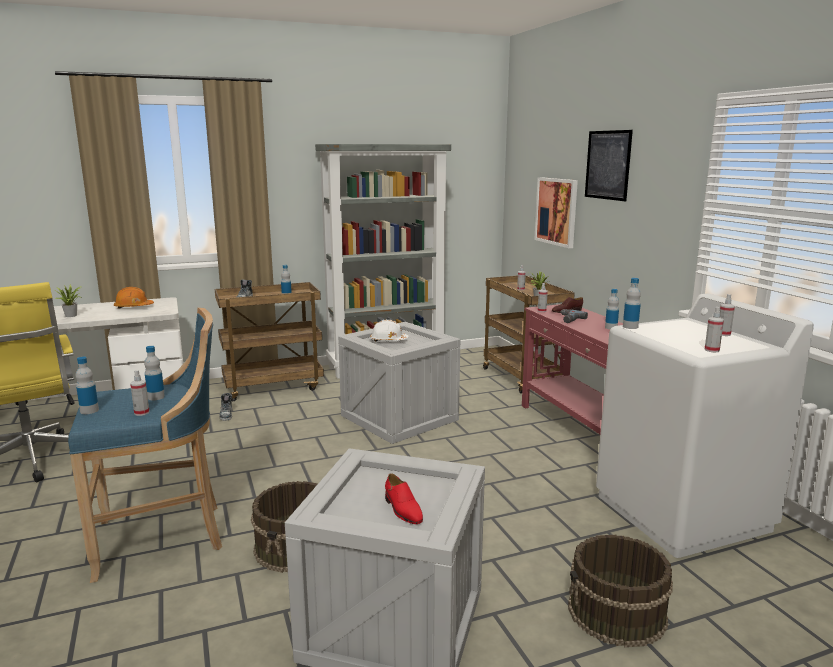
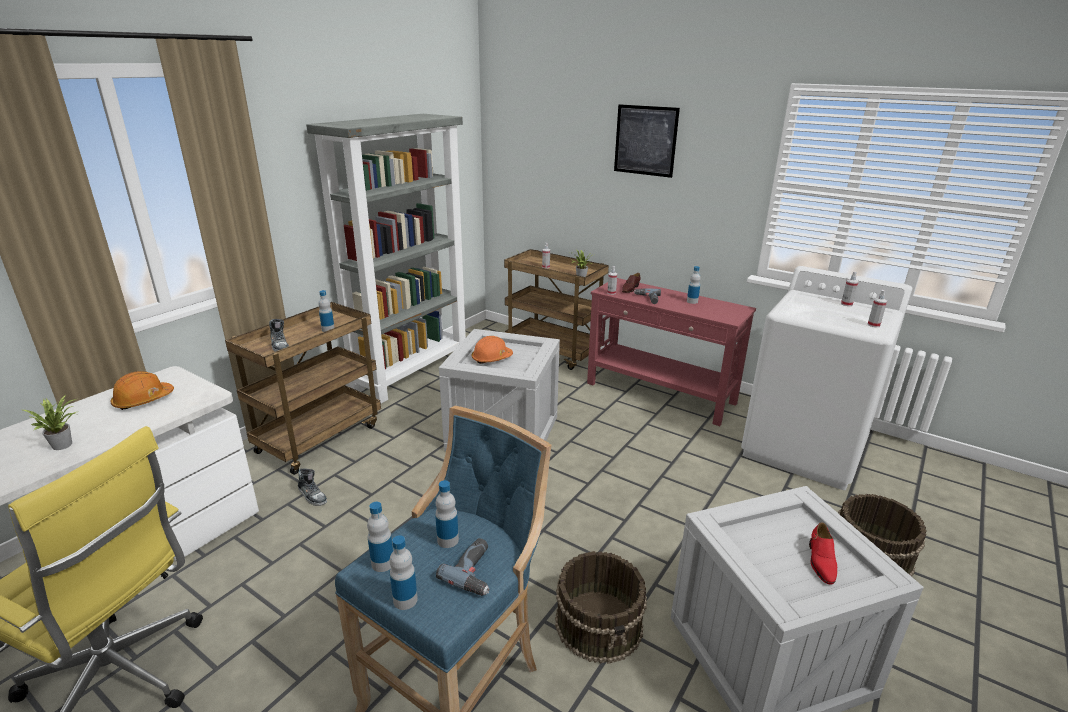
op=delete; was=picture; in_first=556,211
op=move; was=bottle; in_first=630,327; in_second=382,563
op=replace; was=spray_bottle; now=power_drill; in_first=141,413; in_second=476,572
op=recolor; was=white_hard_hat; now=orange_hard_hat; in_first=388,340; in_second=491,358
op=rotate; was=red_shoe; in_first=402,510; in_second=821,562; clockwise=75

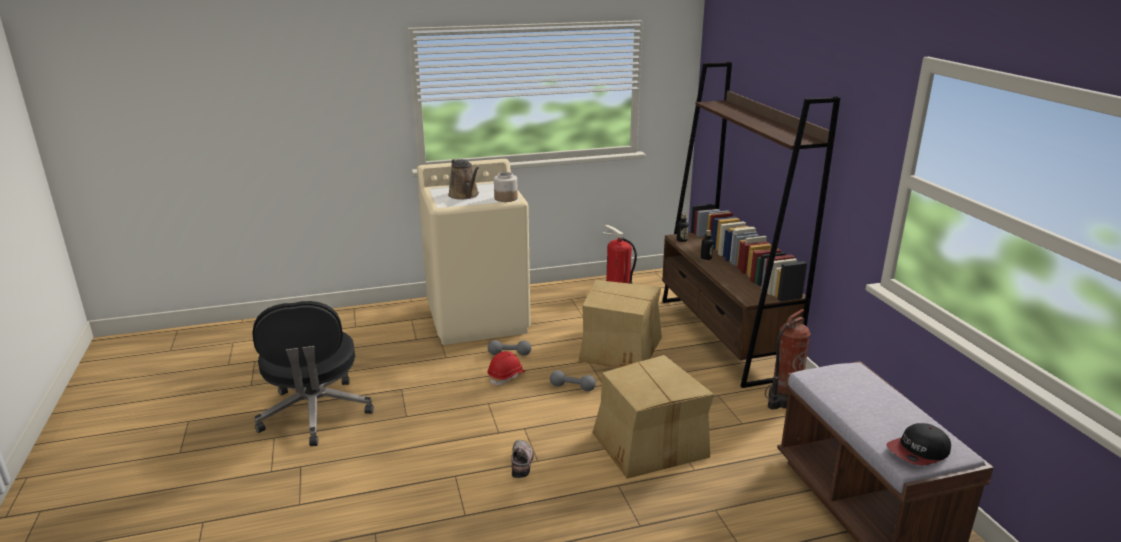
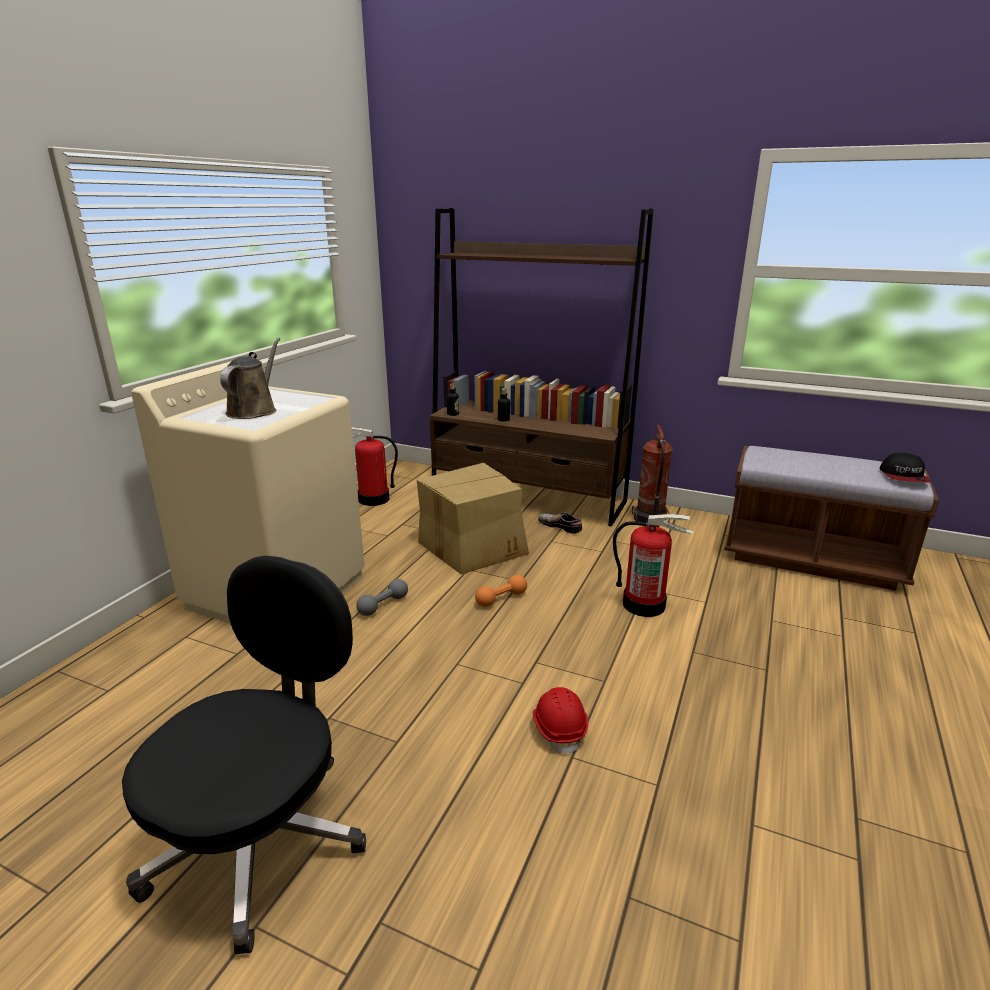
op=delete; was=jar; in_first=505,198
op=move; was=red_hard_hat; in_first=506,376; in_second=559,728
op=move; was=shoe; in_first=522,462; in_second=561,526
op=replace; was=cardboard_box; now=fire_extinguisher; in_first=649,444; in_second=644,604
op=recolor; was=grey_dumbbell; now=orange_dumbbell; in_first=572,387; in_second=501,599
op=rotate; was=black_office_chair; in_first=315,414; in_second=262,837; clockwise=-90
op=rotate; was=brown_watering_can; in_first=465,195; in_second=254,410; clockwise=-90

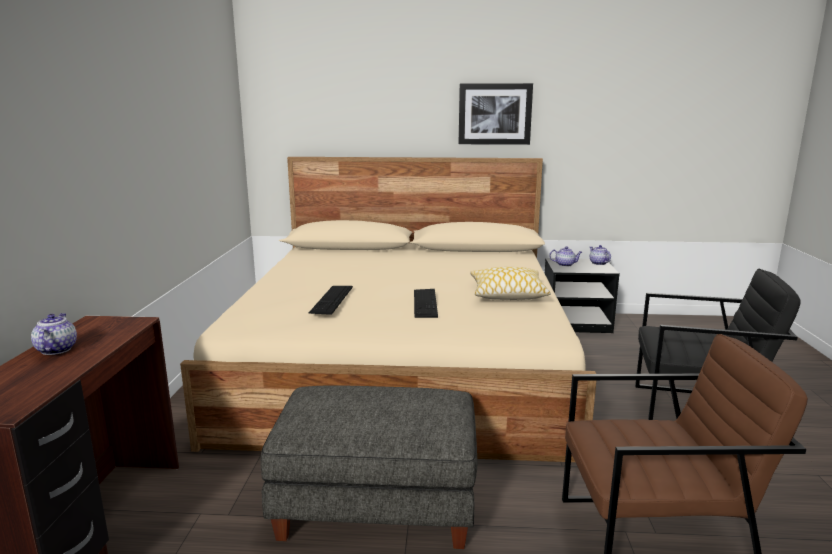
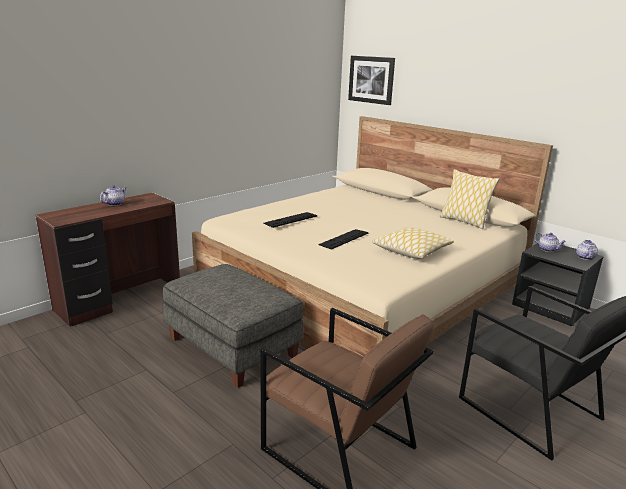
op=insert; now=pillow; in_second=464,221
op=move; was=picture; in_first=495,114; in_second=371,79

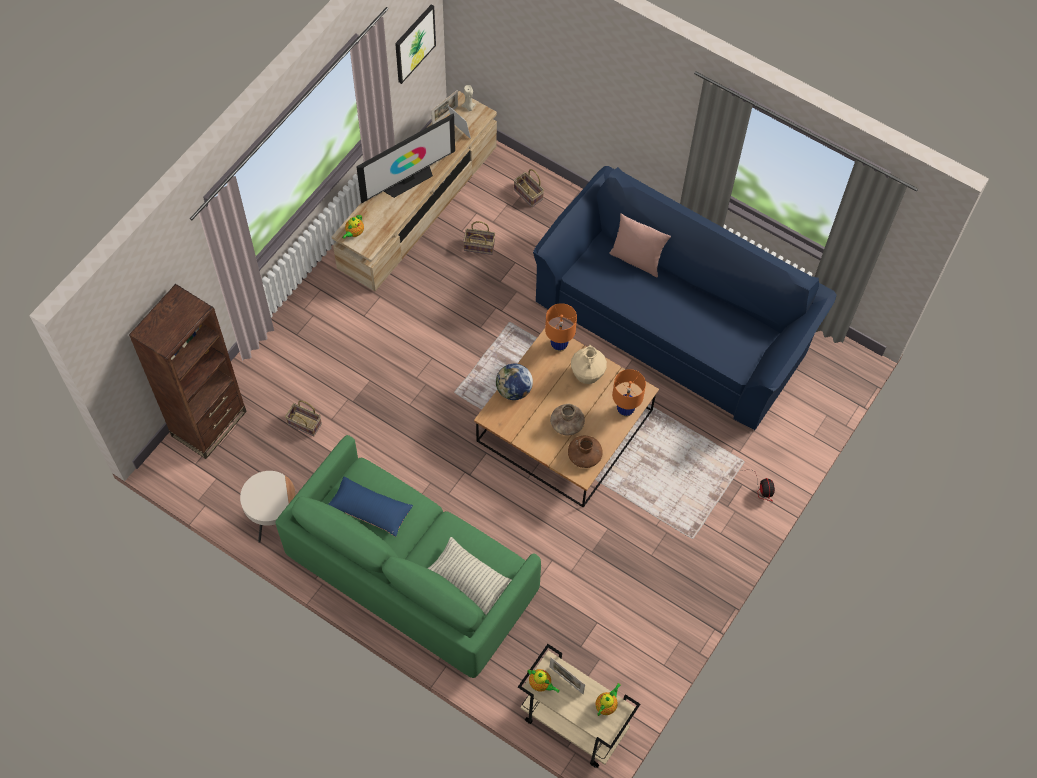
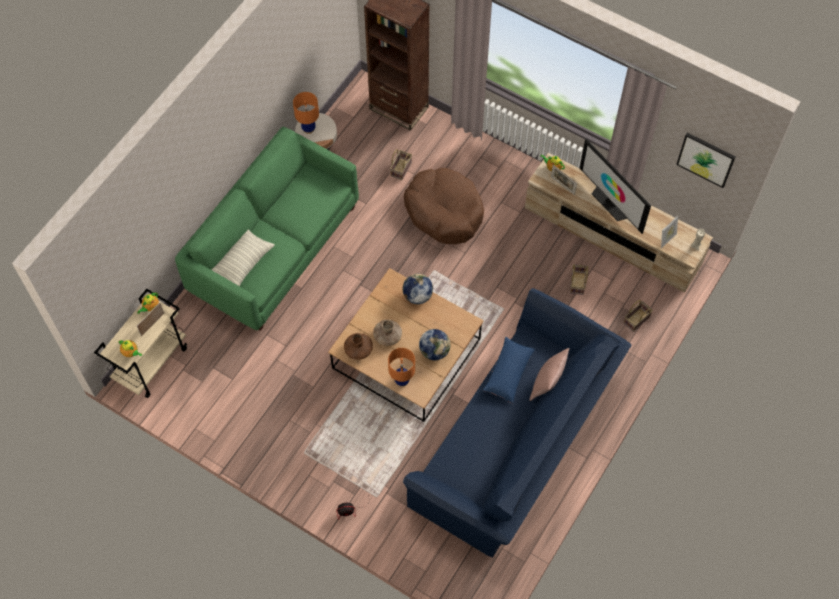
op=insert; now=brown_dog_bed; in_second=444,211
op=move; was=blue_pillow; in_first=370,509; in_second=508,372
op=move; was=picture_frame; in_first=445,116; in_second=562,186
op=move; was=orange_table_lamp; in_first=559,345; in_second=308,129
op=replace; was=beige_vase; now=globe; in_first=587,375; in_second=434,351

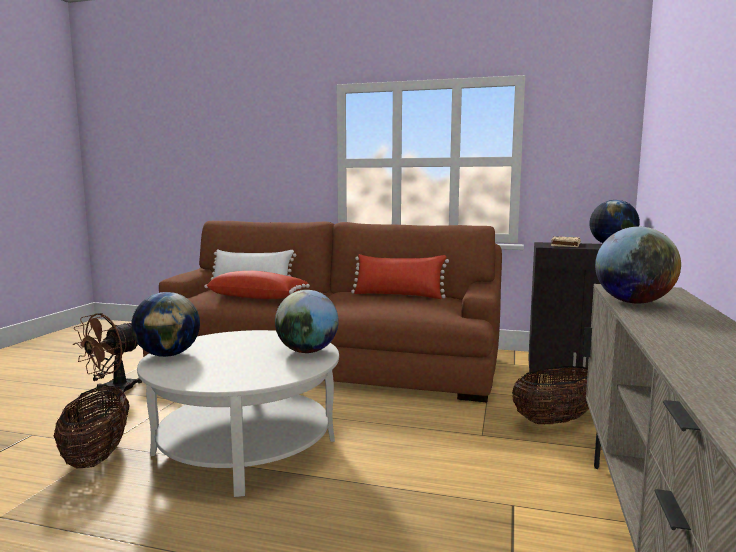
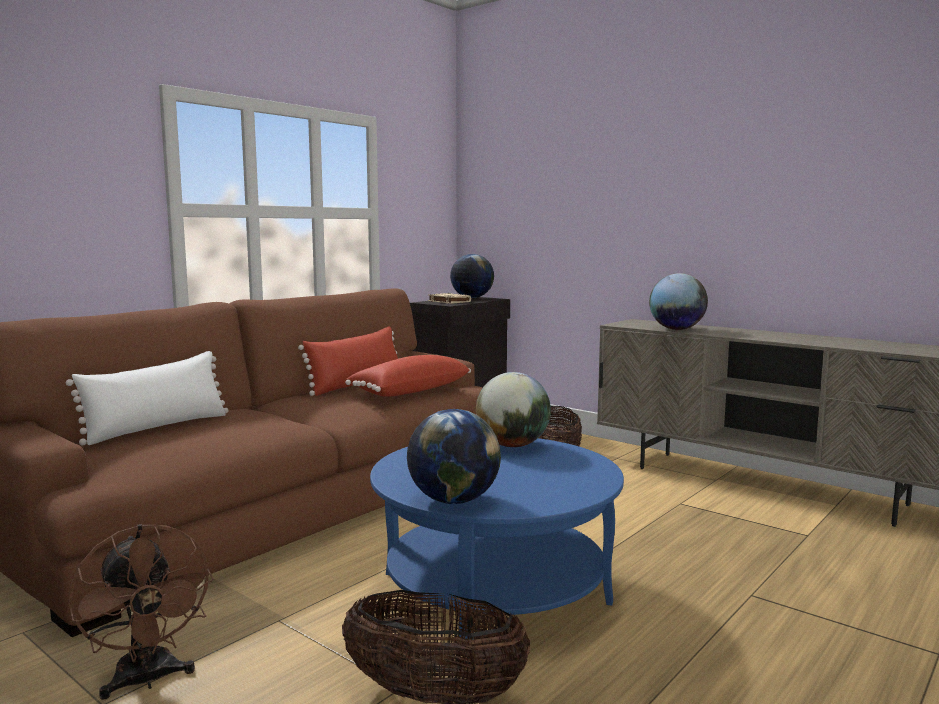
op=move; was=red_pillow; in_first=258,297; in_second=409,391
op=recolor; was=white_coffee_table; now=blue_coffee_table; in_first=245,446; in_second=495,587

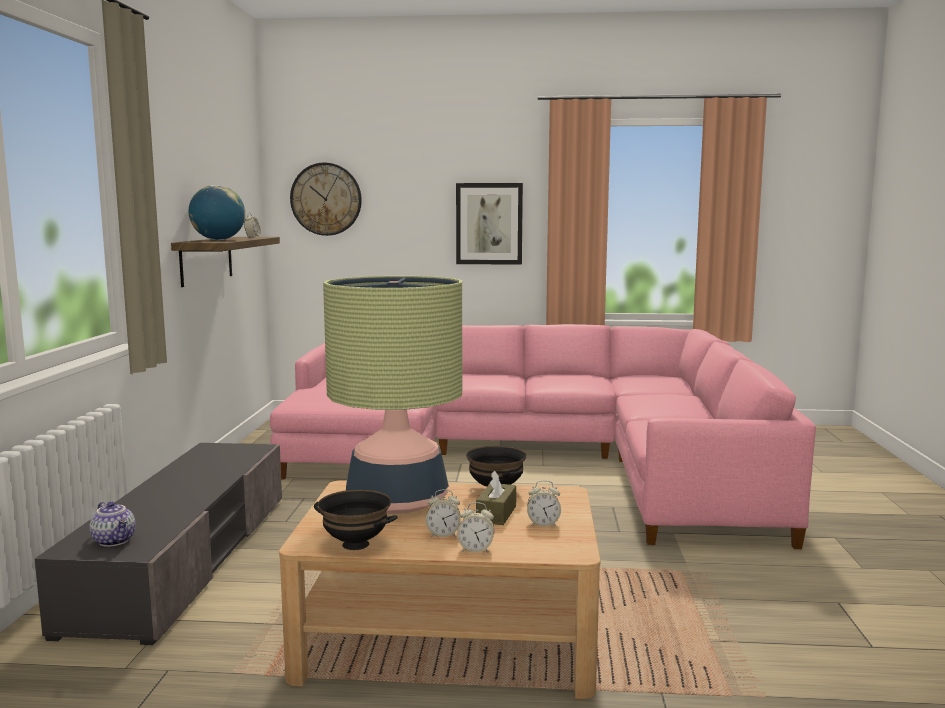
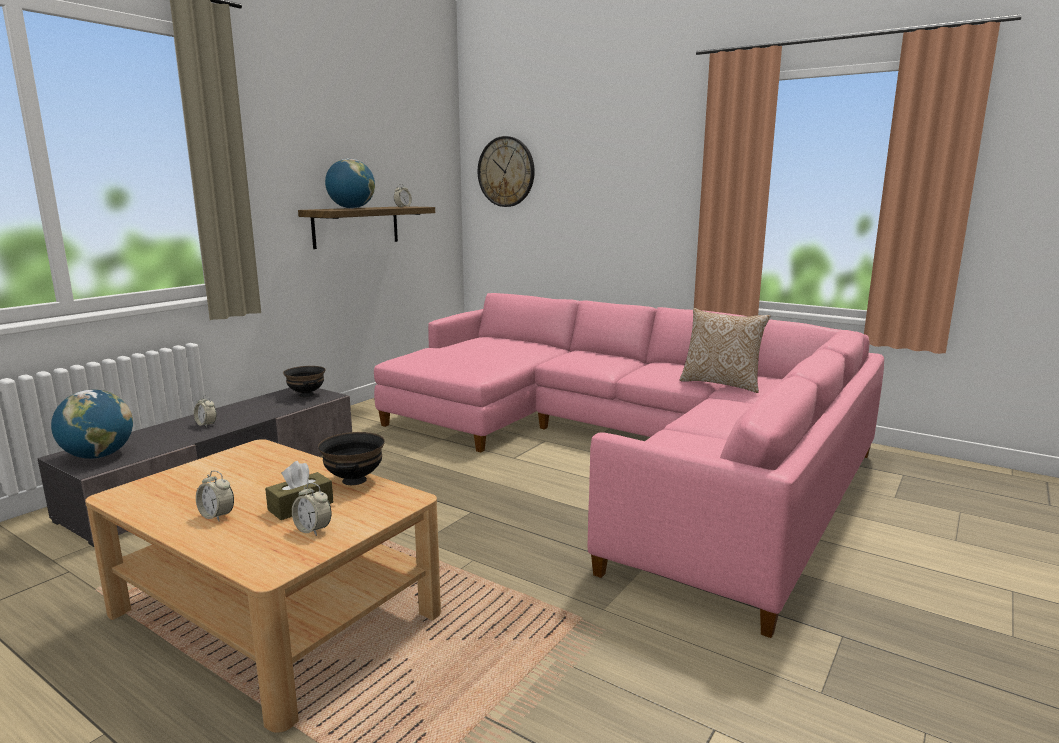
op=delete; was=table_lamp; in_first=397,501
op=delete; was=picture; in_first=489,223
op=insert; now=pillow; in_second=721,383
op=move; was=black_bowl; in_first=355,545; in_second=306,395
op=move; was=alarm_clock; in_first=476,549; in_second=206,425
op=replace; was=teapot; now=globe; in_first=115,541; in_second=98,456

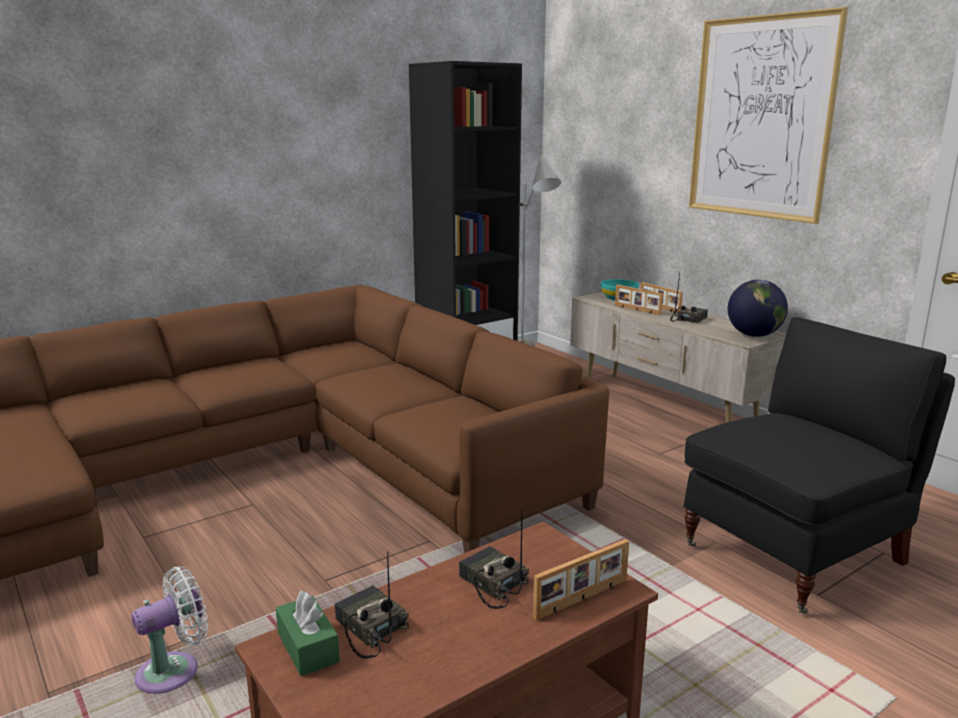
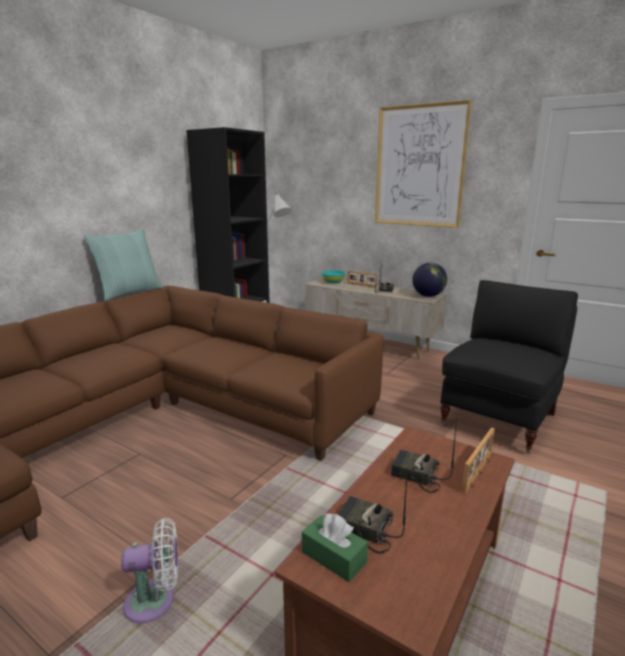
op=delete; was=picture_frame; in_first=637,310
op=insert; now=pillow; in_second=129,293
op=rotate; was=white_fan; in_first=174,671; in_second=155,601; clockwise=45

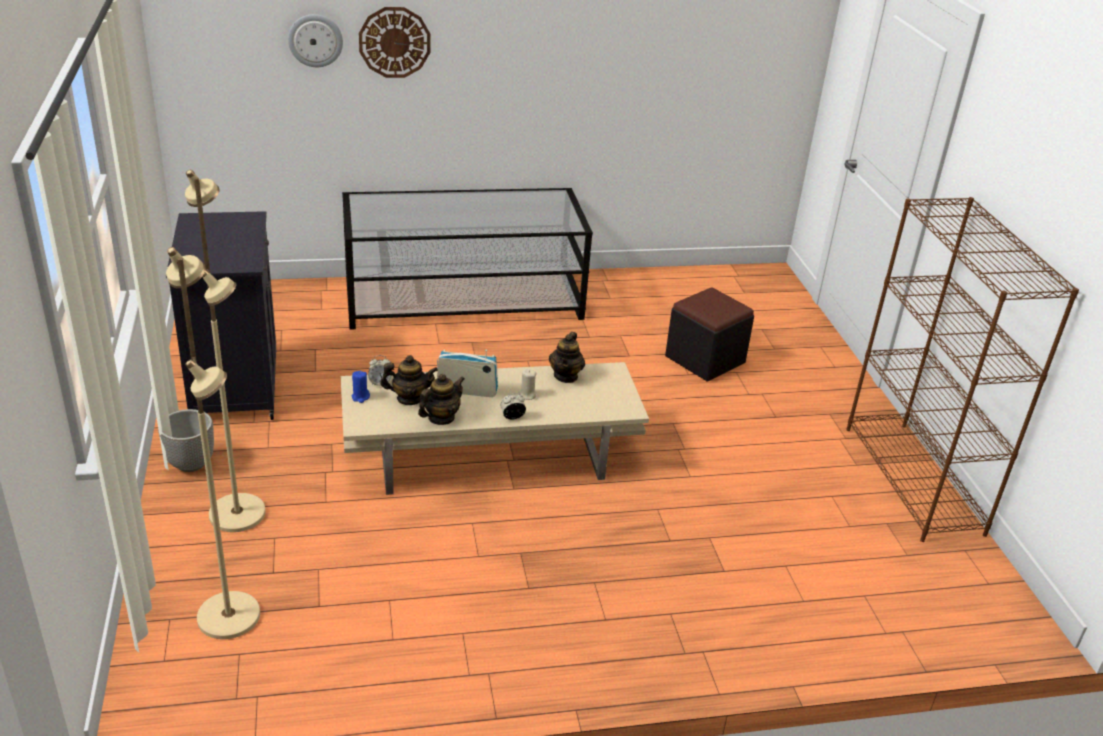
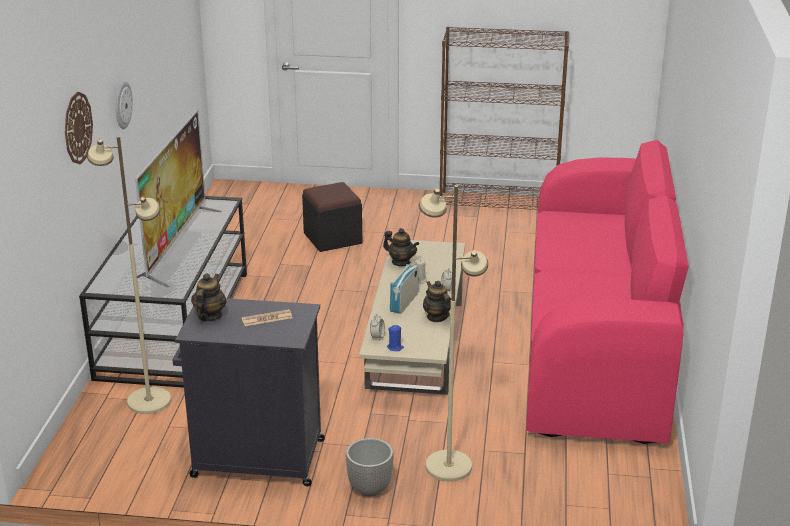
op=insert; now=television; in_second=176,245
op=insert; now=newspaper; in_second=267,318
op=insert; now=pink_sofa; in_second=595,342
op=move; was=beige_floor_lamp; in_first=230,615; in_second=149,401
op=move; was=wall_clock; in_first=315,40; in_second=122,105
op=move; was=teapot; in_first=409,398; in_second=209,316

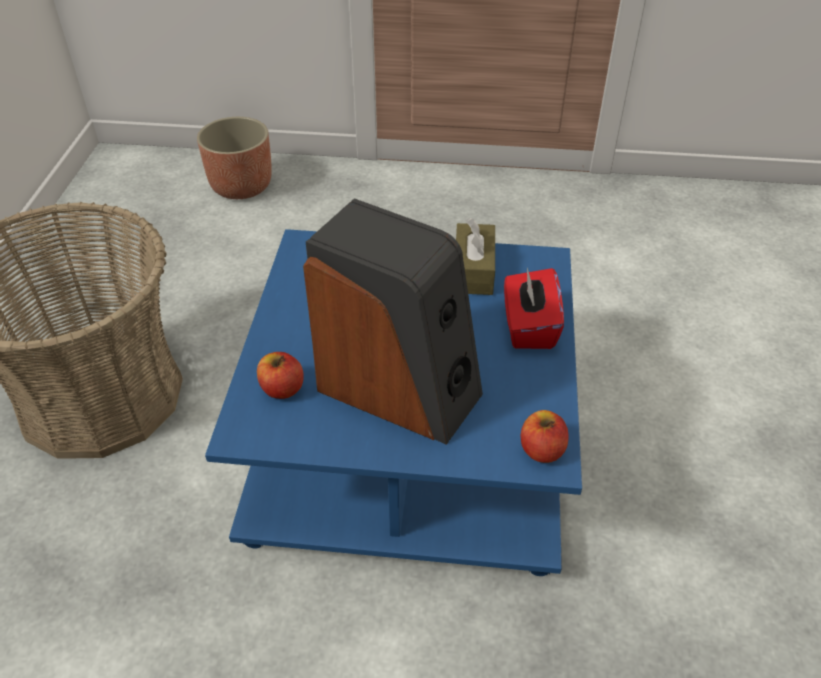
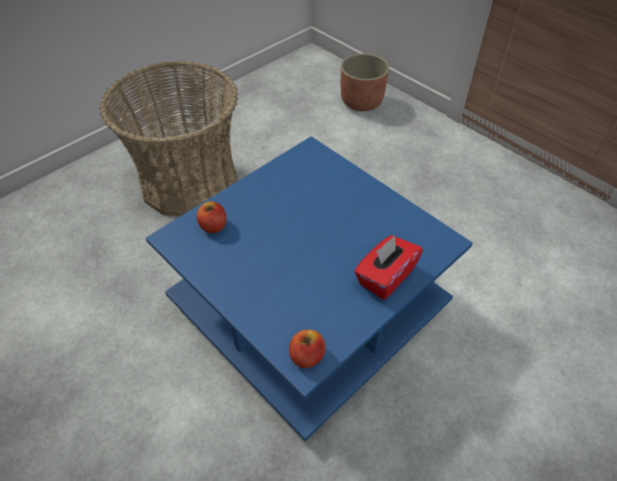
op=delete; was=speaker; in_first=400,389
op=delete; was=brown_tissue_box; in_first=473,270

